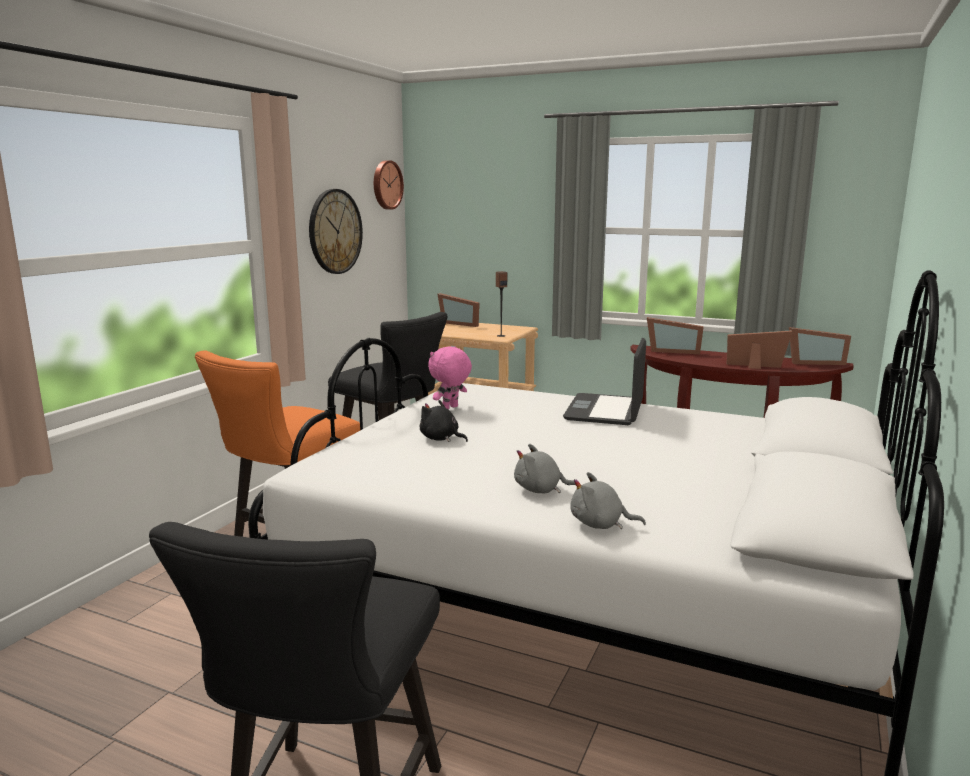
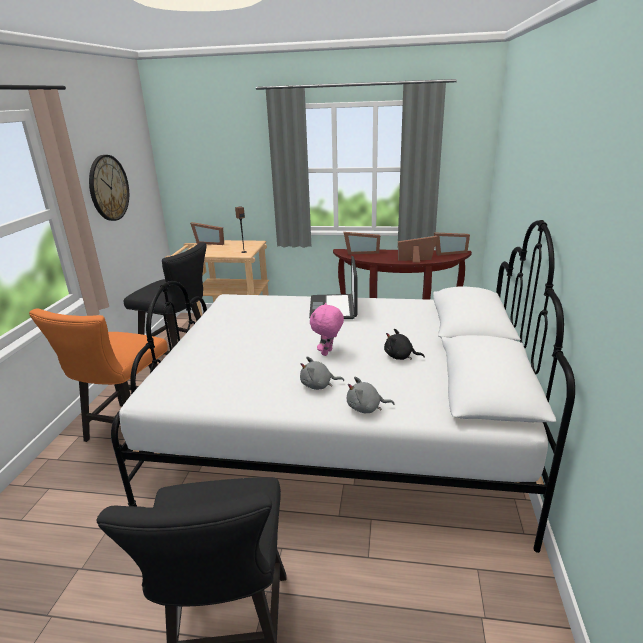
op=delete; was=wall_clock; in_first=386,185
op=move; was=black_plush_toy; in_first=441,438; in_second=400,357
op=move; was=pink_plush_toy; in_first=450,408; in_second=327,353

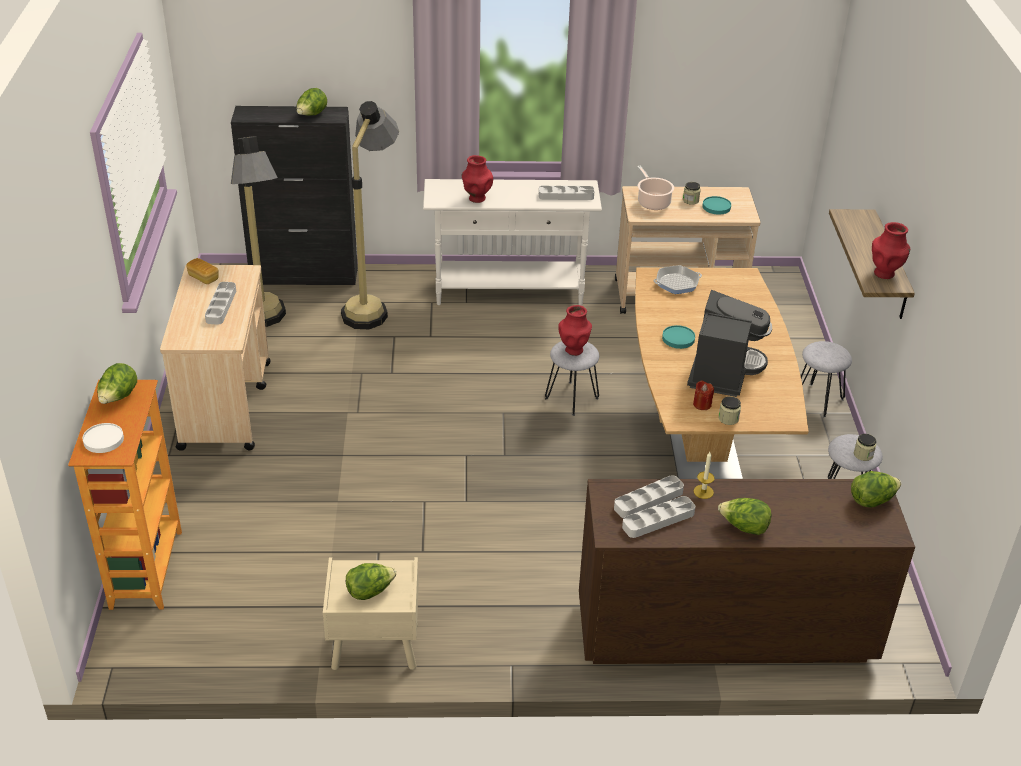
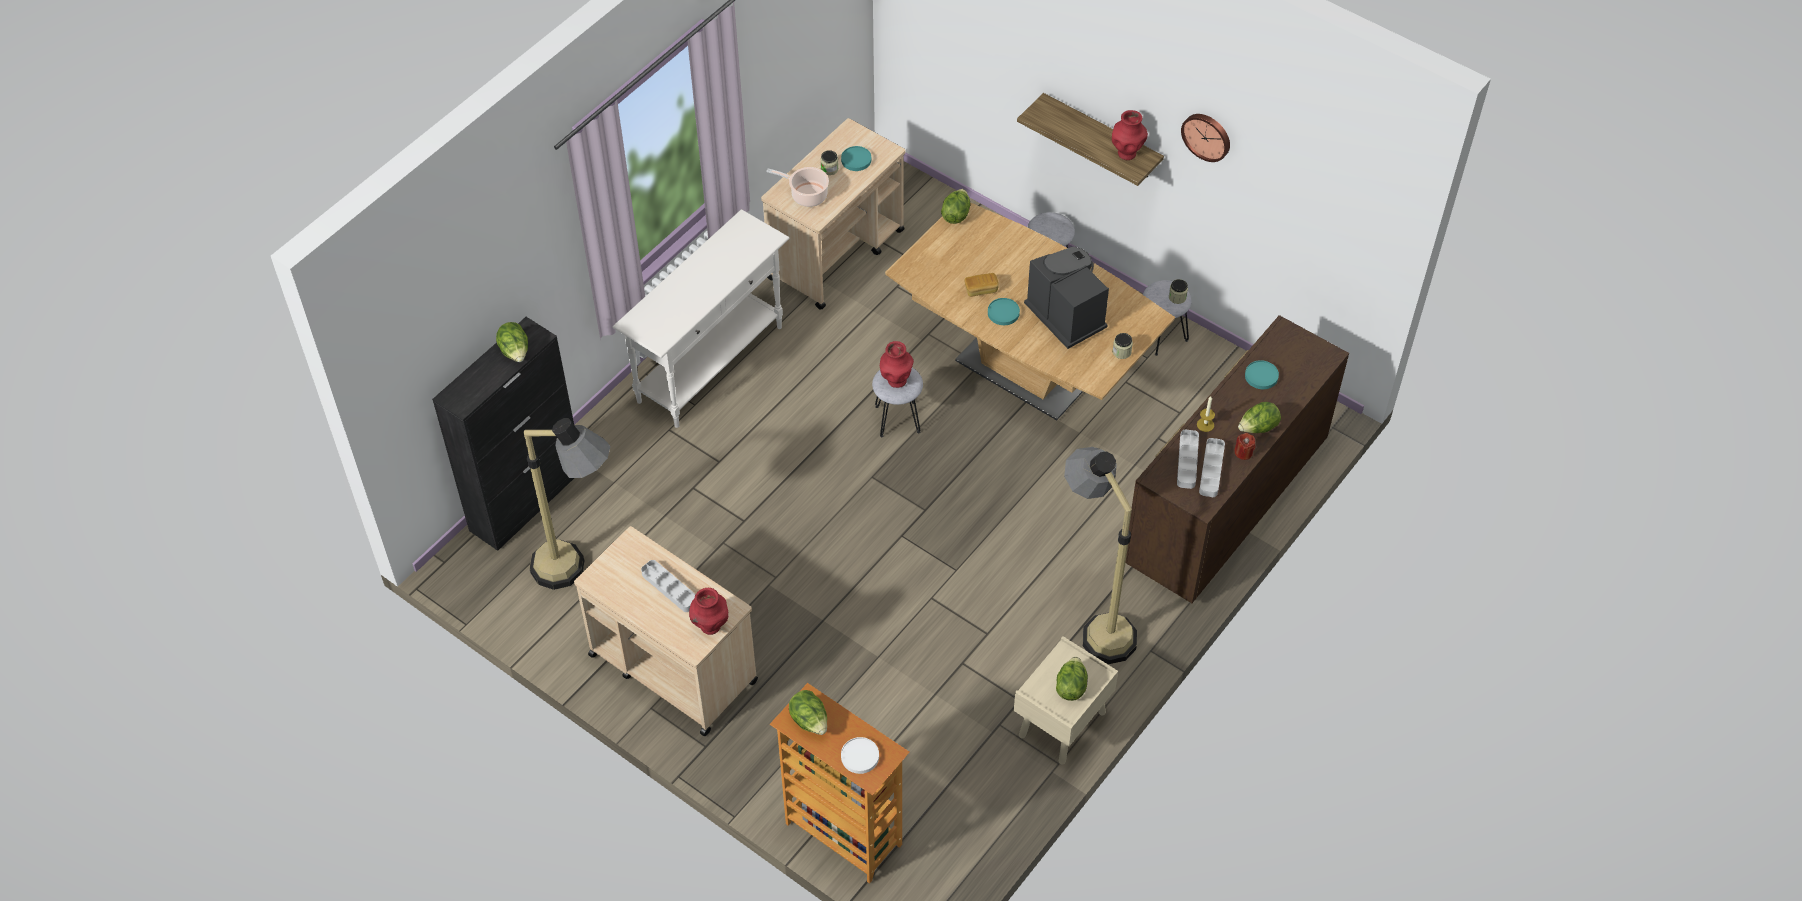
op=delete; was=grey_tray; in_first=566,196
op=delete; was=frying_pan; in_first=677,283
op=insert; now=wall_clock; in_second=1207,136
op=insert; now=turquoise_plate; in_second=1261,376
op=move; was=bread; in_first=203,277; in_second=981,290
op=move; was=floor_lamp; in_first=373,304; in_second=1094,621
op=move; was=red_vase; in_first=476,199; in_second=710,626
op=move; was=red_candle; in_first=702,404; in_second=1243,452
op=move; was=lettuce; in_first=872,500; in_second=956,215

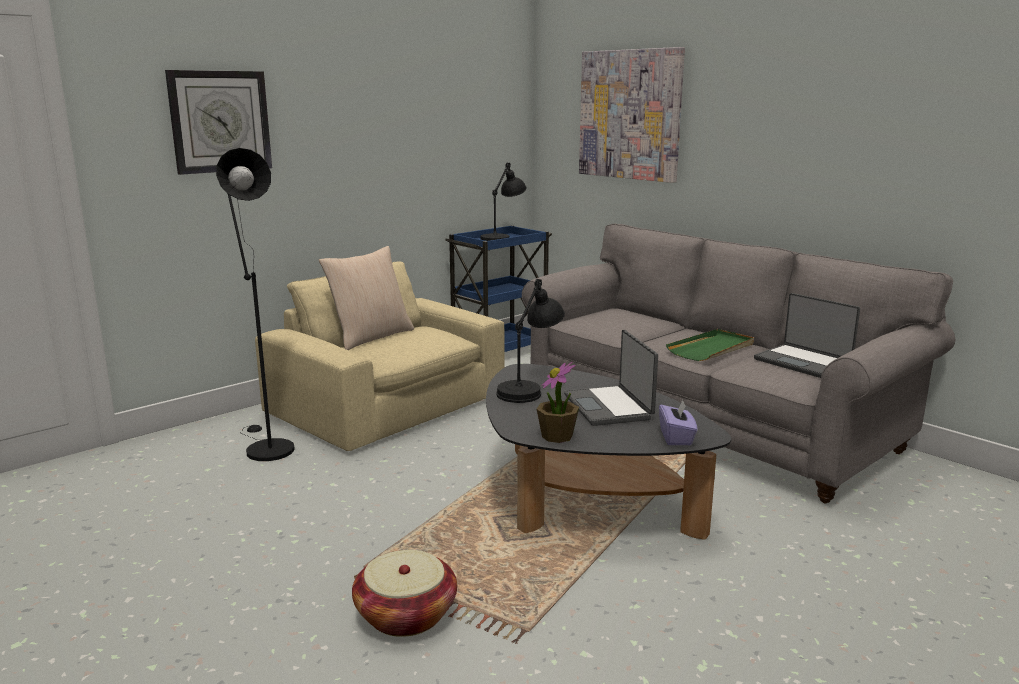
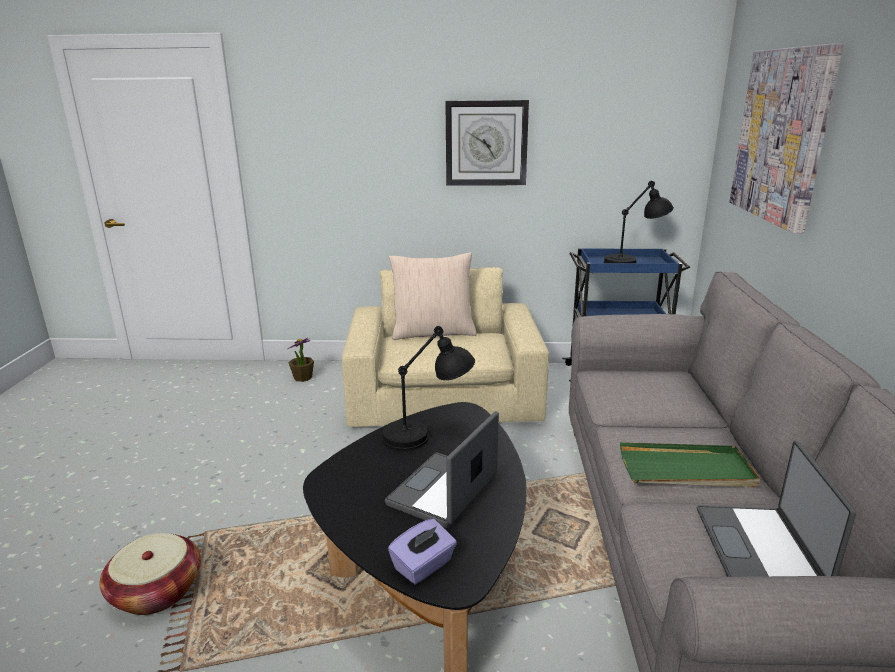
op=delete; was=black_floor_lamp; in_first=265,448
op=move; was=wall_clock; in_first=220,121; in_second=486,143
op=move; was=potted_plant; in_first=557,436; in_second=302,378

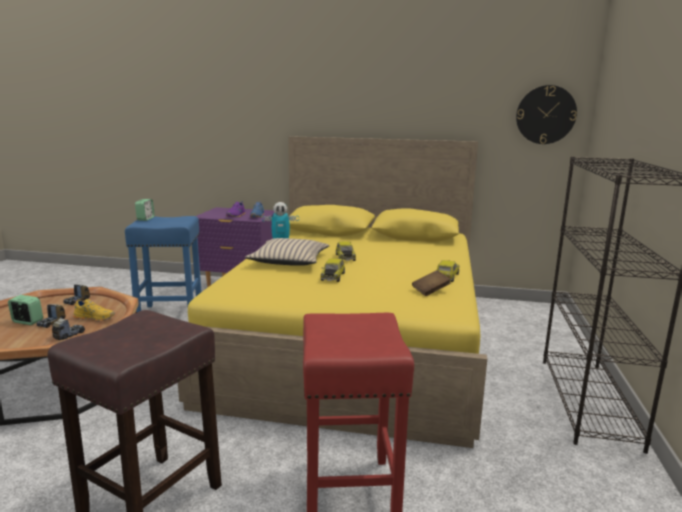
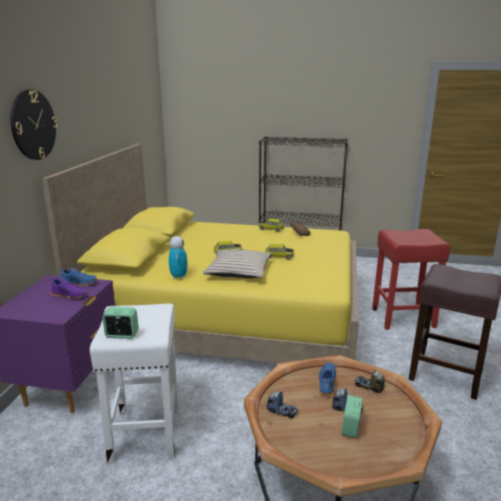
op=move; was=wall_clock; in_first=545,115; in_second=33,125
op=recolor; was=yellow_shoe; now=blue_shoe; in_first=95,318; in_second=326,383
op=recolor; was=blue_stool; now=white_stool; in_first=171,313; in_second=145,431

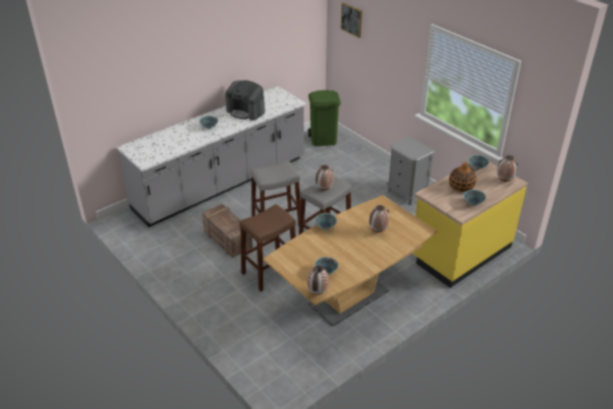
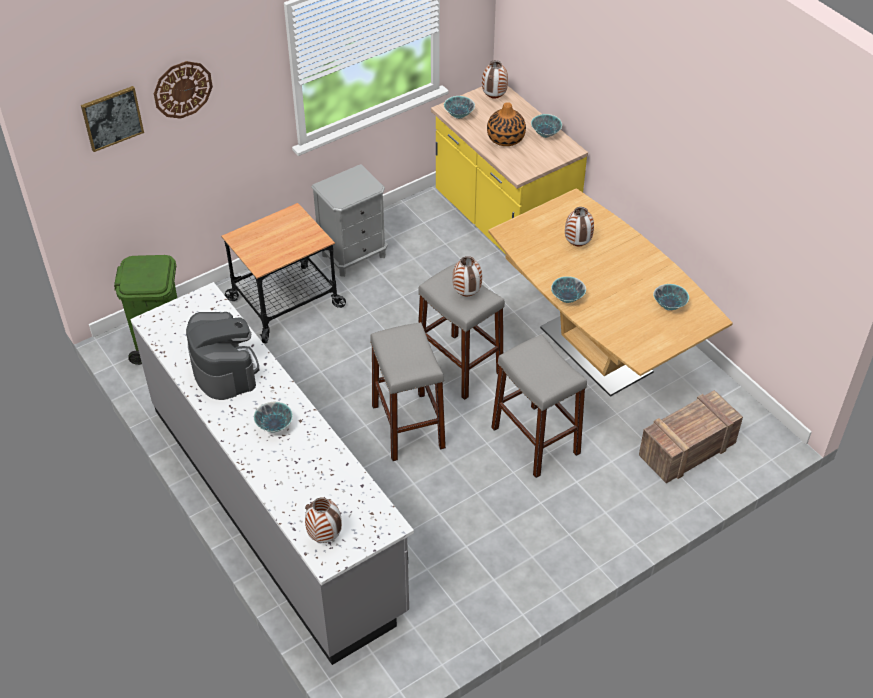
op=insert; now=wall_clock; in_second=182,89
op=insert; now=cart; in_second=285,302
op=move; was=crate; in_first=228,240; in_second=688,449
op=move; was=vase; in_first=318,293; in_second=325,536
op=recolor; was=brown_stool; now=grey_stool; in_first=269,272; in_second=535,440
op=rotate; was=coffee_machine; in_first=246,111; in_second=224,369; clockwise=-60

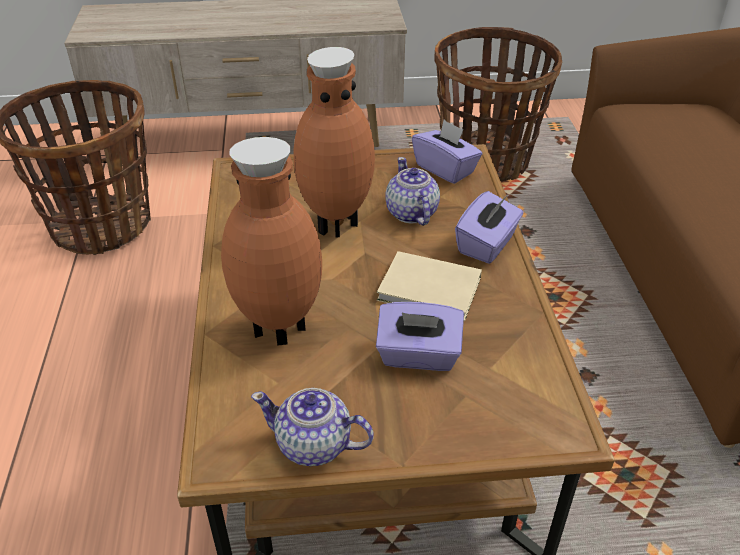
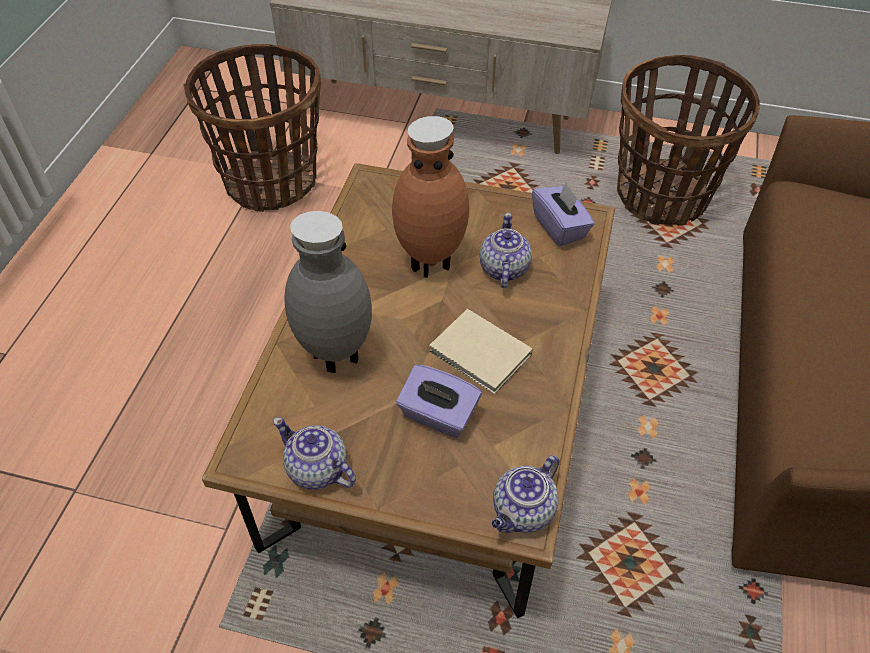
op=delete; was=purple_tissue_box; in_first=487,244
op=insert; now=teapot; in_second=523,512
op=recolor; was=brown_vase; now=grey_vase; in_first=279,332; in_second=335,359

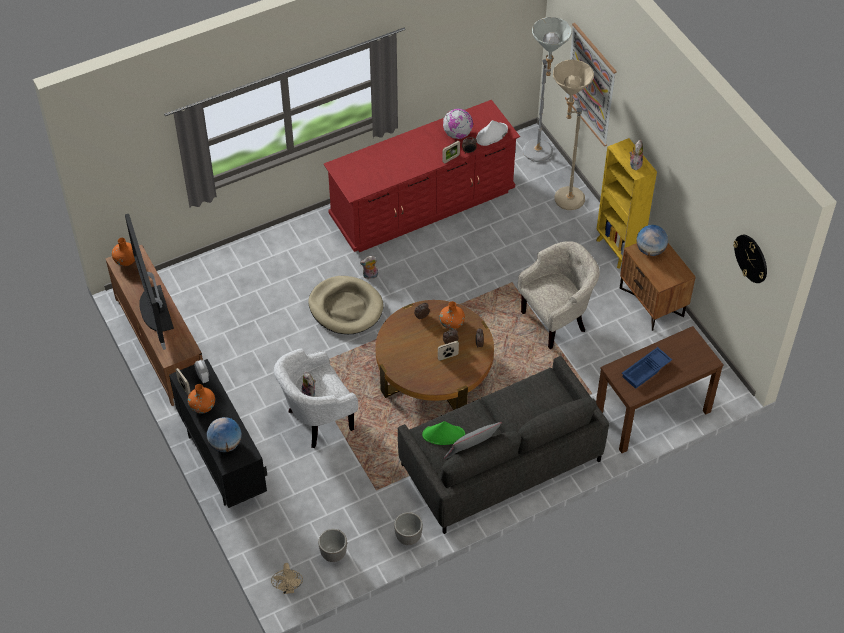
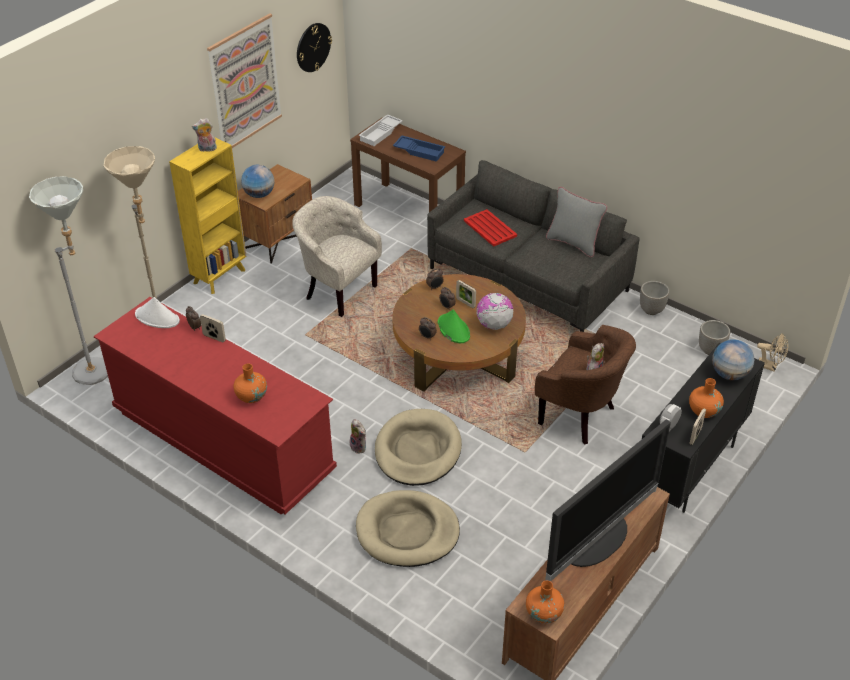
op=insert; now=beige_dog_bed; in_second=407,532
op=insert; now=white_tray; in_second=381,133
op=insert; now=red_tray; in_second=490,229
op=move; was=green_hat; in_first=443,434; in_second=453,329
op=move; was=orange_vase; in_first=452,323; in_second=251,396
op=move; was=globe; in_first=457,134; in_second=494,325
op=move; was=picture; in_first=591,85; in_second=245,83
op=recolor; was=white_armchair; now=brown_armchair; in_first=316,421; in_second=581,417
op=rotate; was=beige_fan; in_first=288,588; in_second=770,366; clockwise=60

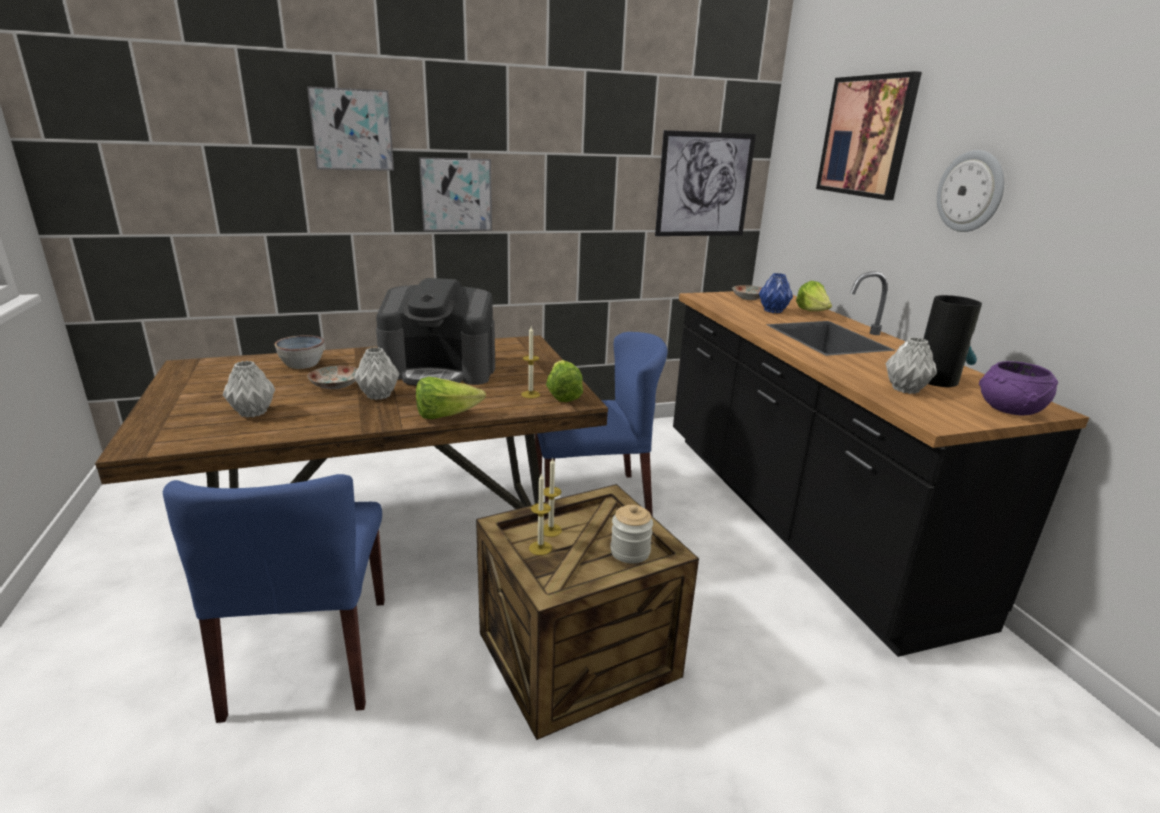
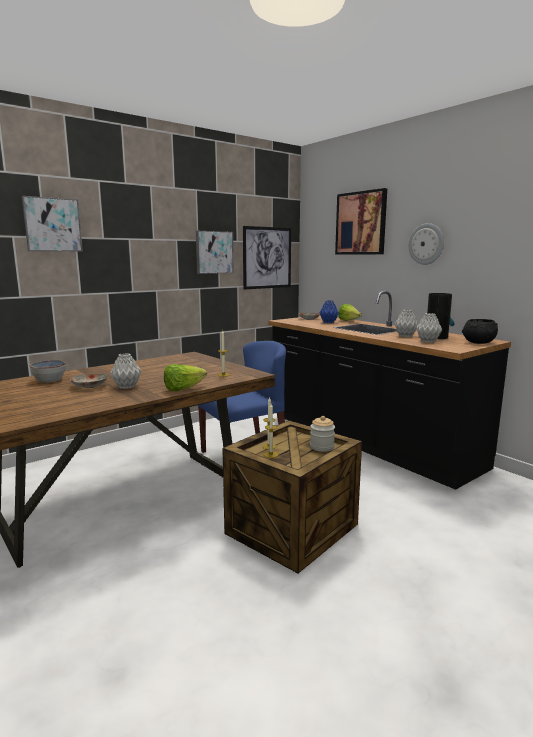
op=delete; was=blue_chair; in_first=310,656
op=delete; was=coffee_machine; in_first=440,370
op=delete; was=lettuce; in_first=562,395
op=move; was=grey_vase; in_first=252,413; in_second=405,336
op=move; was=picture; in_first=456,194; in_second=214,252
op=recolor; was=purple_bowl; now=black_bowl; in_first=1010,410; in_second=479,343

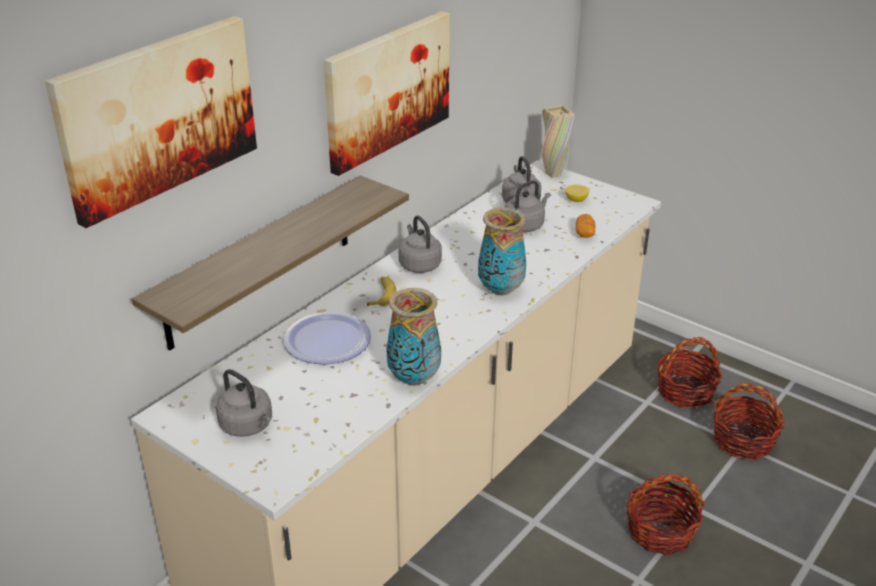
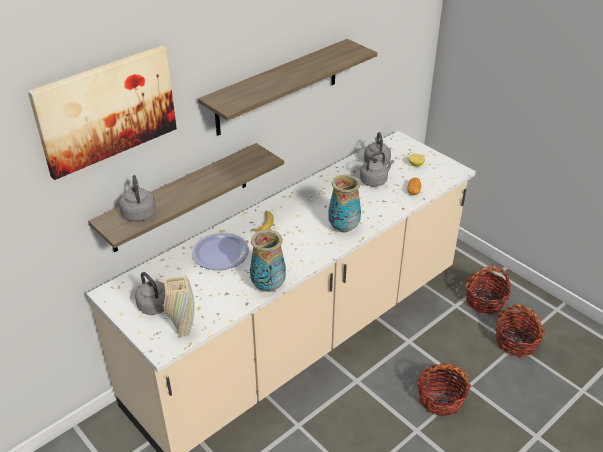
op=move; was=grey_kettle; in_first=419,264; in_second=139,213
op=move; was=beige_vase; in_first=553,174; in_second=183,332
op=replace; was=picture; now=shelf; in_first=387,89; in_second=278,87

